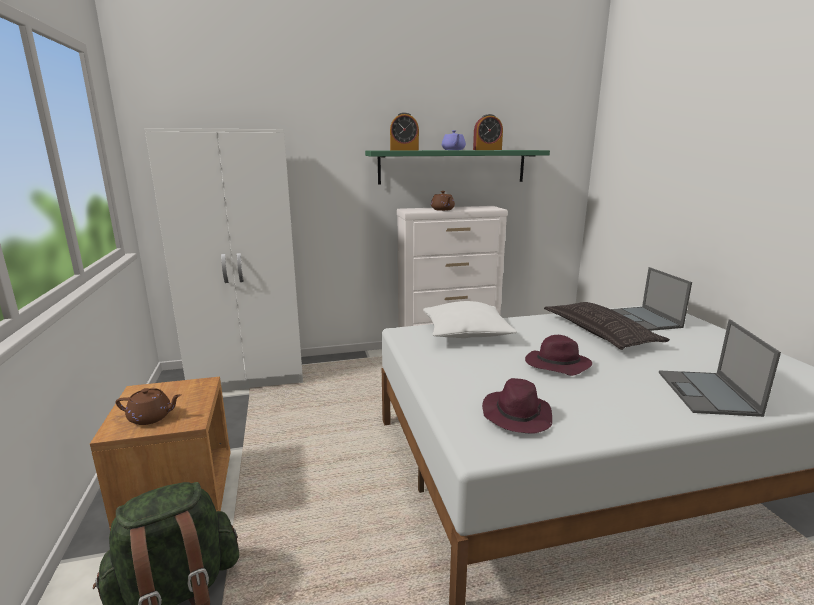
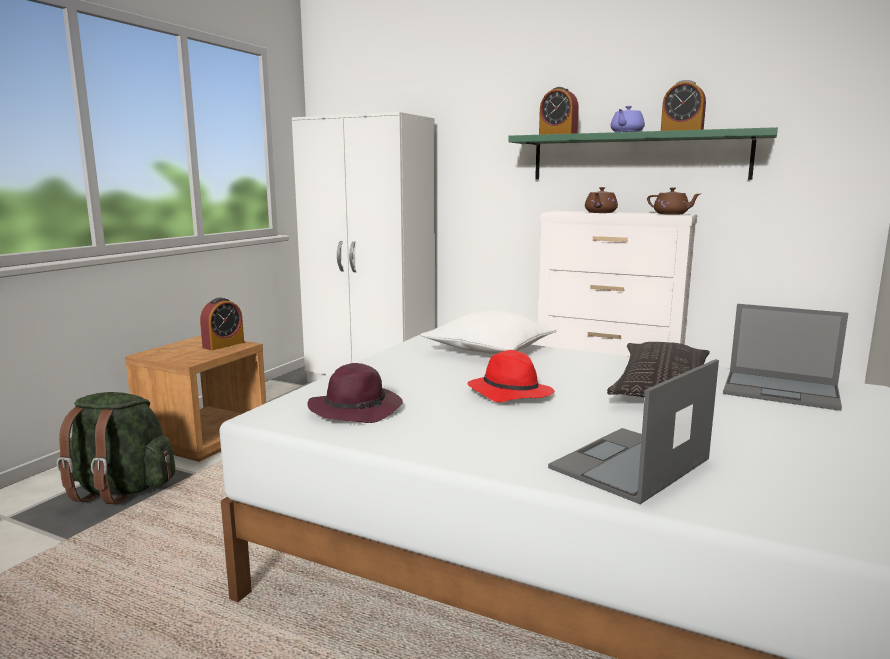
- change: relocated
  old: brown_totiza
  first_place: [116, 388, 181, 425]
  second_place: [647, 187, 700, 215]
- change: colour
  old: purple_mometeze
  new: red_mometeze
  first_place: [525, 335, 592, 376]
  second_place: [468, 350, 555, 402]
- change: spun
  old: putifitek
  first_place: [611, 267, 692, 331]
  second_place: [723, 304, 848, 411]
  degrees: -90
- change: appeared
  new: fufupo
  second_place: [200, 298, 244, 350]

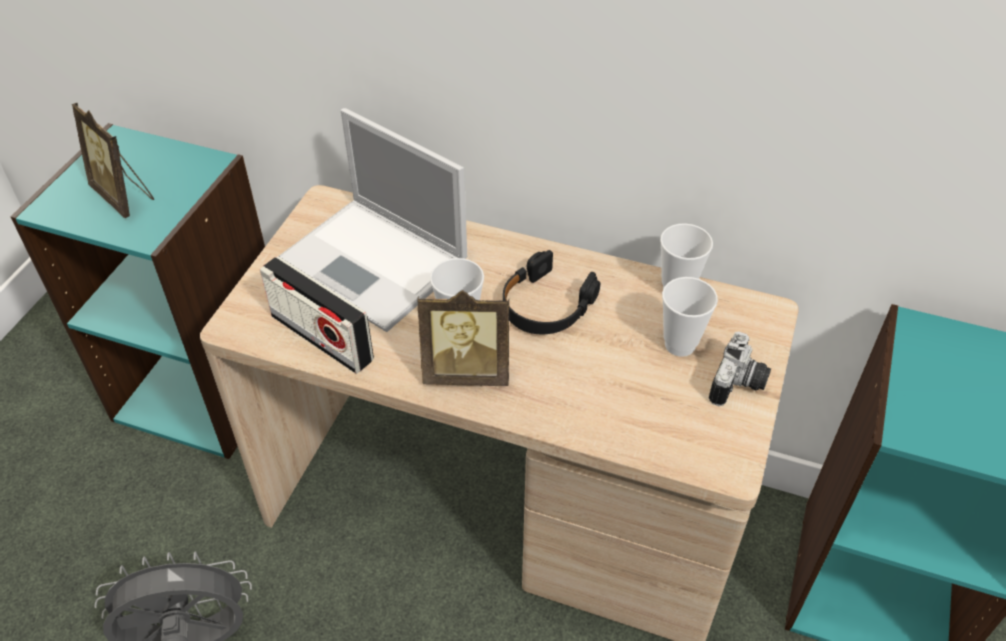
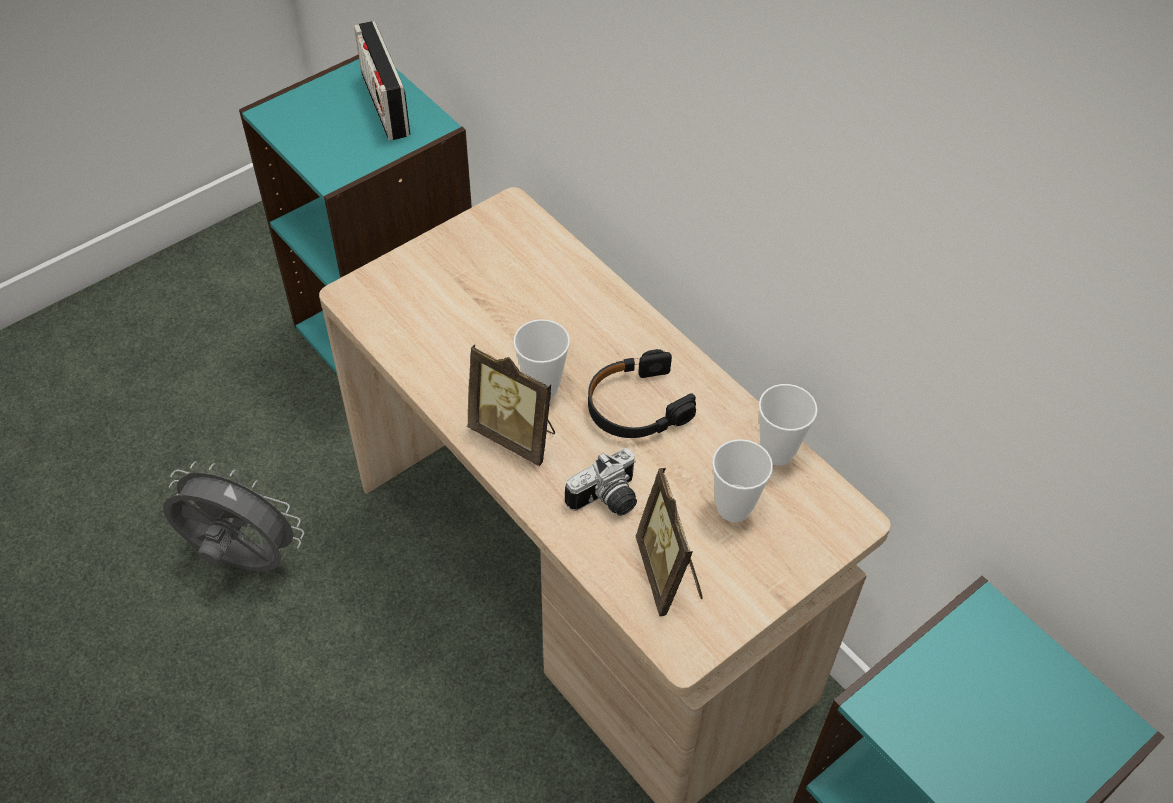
- change: relocated
  old: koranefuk
  first_place: [72, 103, 154, 218]
  second_place: [636, 468, 703, 616]
- change: relocated
  old: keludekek
  first_place: [260, 256, 374, 374]
  second_place: [354, 21, 410, 140]
- change: missing
  old: putifitek
  first_place: [279, 108, 467, 332]
- change: relocated
  old: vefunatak
  first_place: [709, 331, 771, 406]
  second_place: [565, 448, 637, 516]

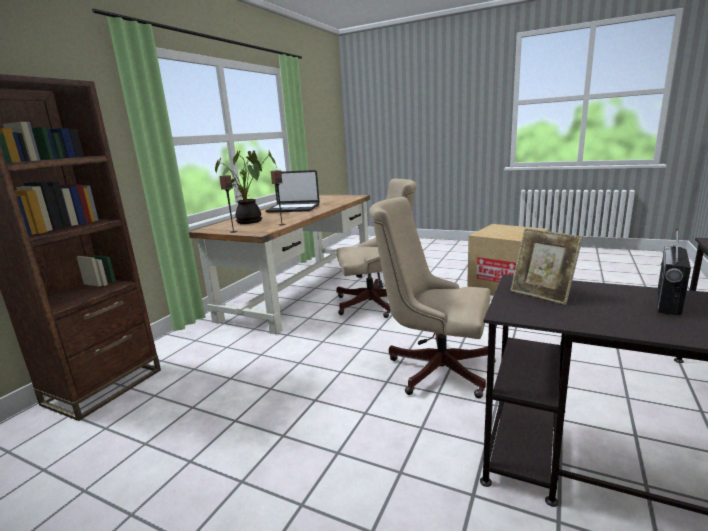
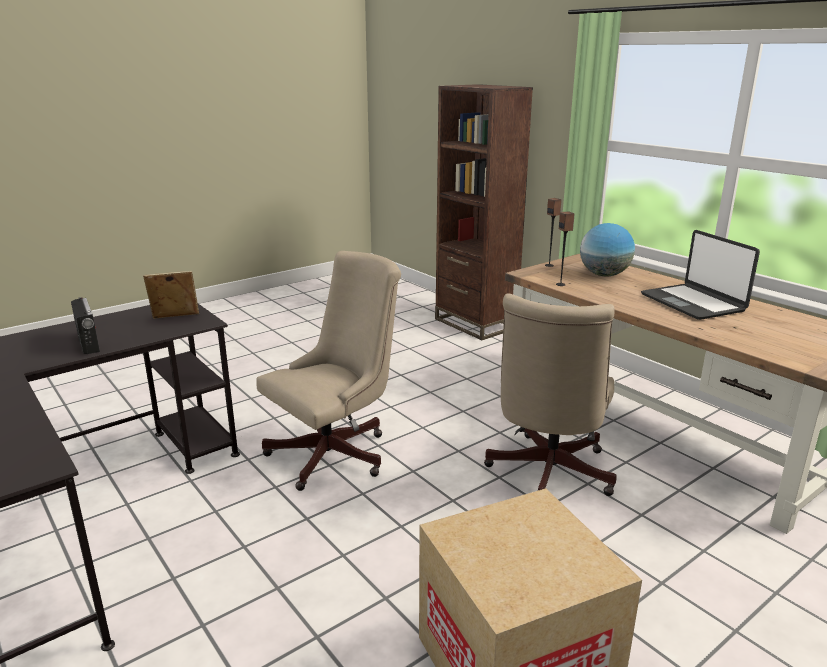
- change: exchanged
  old: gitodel
  new: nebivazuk
  first_place: [215, 150, 277, 224]
  second_place: [580, 223, 635, 277]
- change: spun
  old: putifitek
  first_place: [265, 170, 320, 213]
  second_place: [641, 230, 760, 320]
  degrees: -60

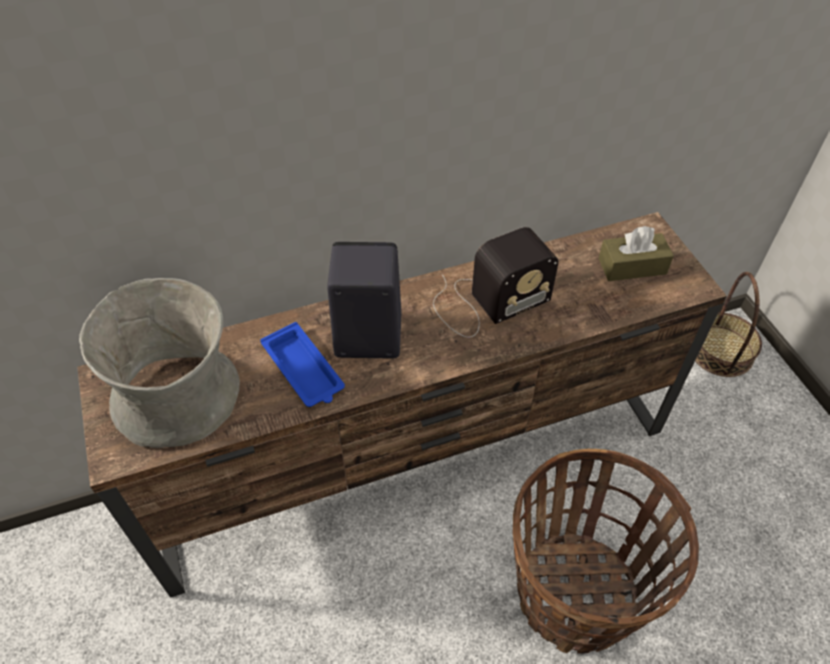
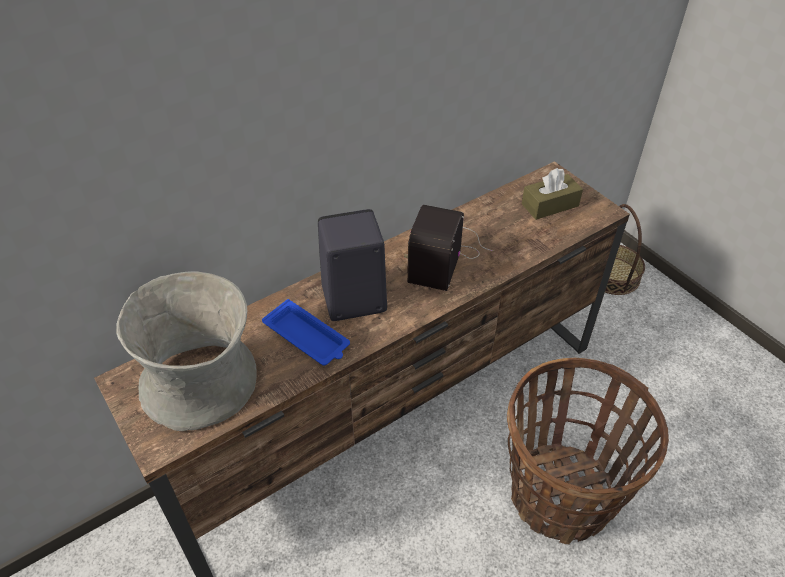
- change: spun
  old: keludekek
  first_place: [433, 227, 559, 338]
  second_place: [404, 205, 493, 291]
  degrees: 150

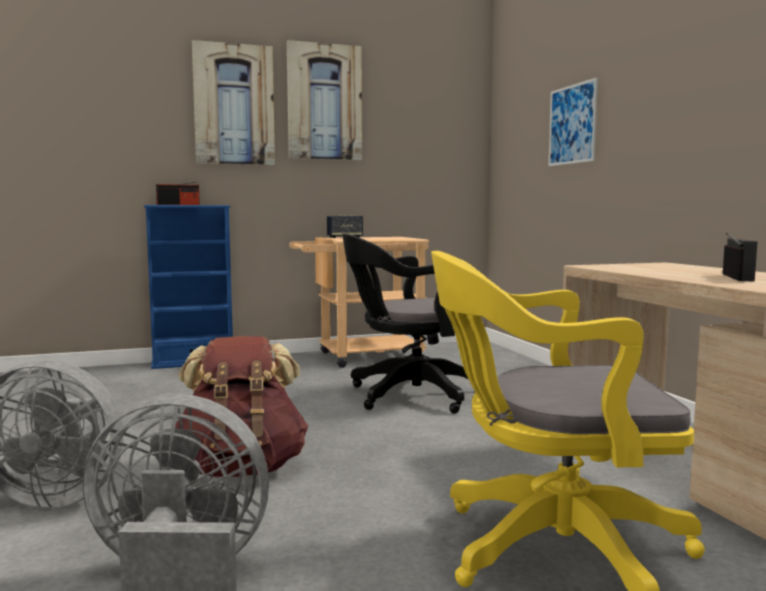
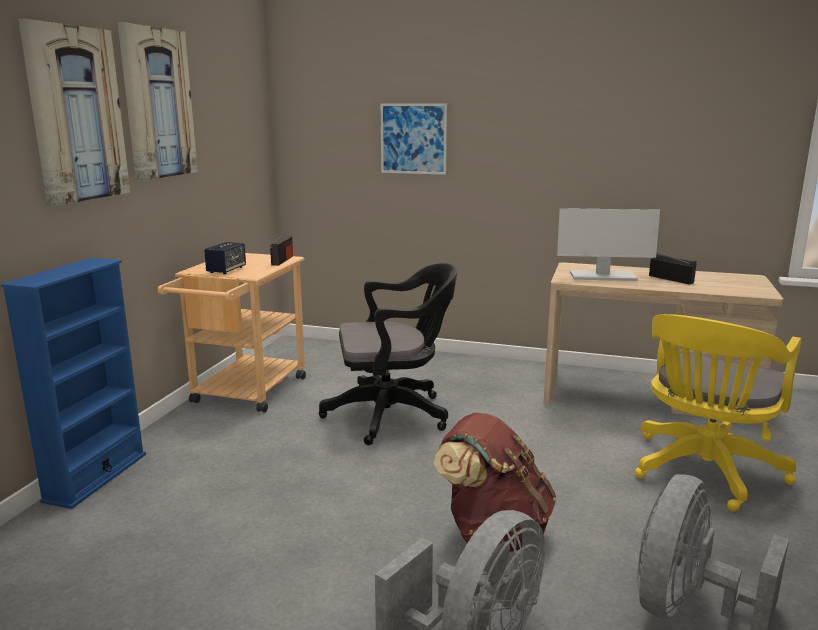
- change: relocated
  old: keludekek
  first_place: [156, 182, 200, 205]
  second_place: [270, 233, 293, 266]
- change: spun
  old: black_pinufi
  first_place: [342, 233, 469, 414]
  second_place: [319, 263, 458, 445]
  degrees: -120
- change: appeared
  new: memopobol
  second_place: [557, 208, 660, 281]

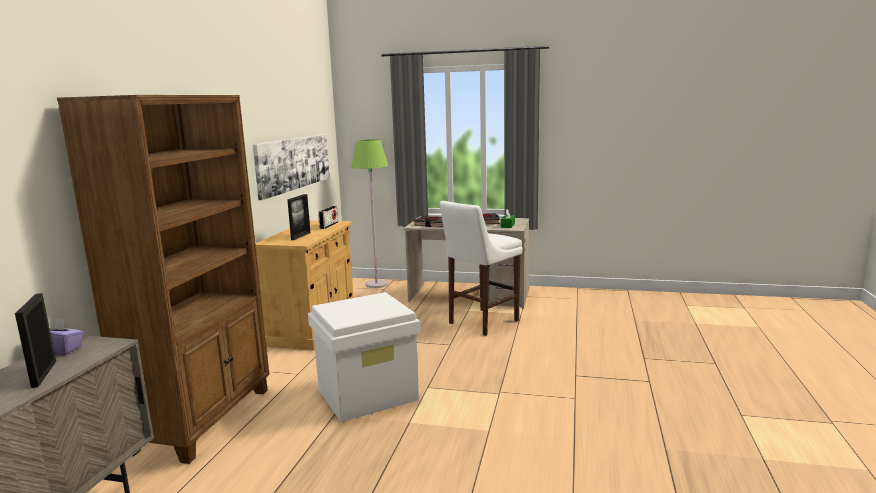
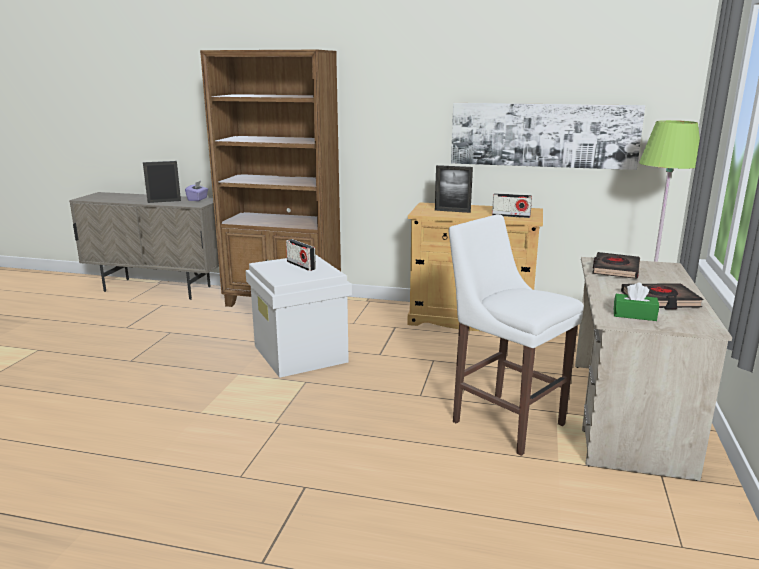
- change: appeared
  new: keludekek
  second_place: [286, 239, 316, 271]

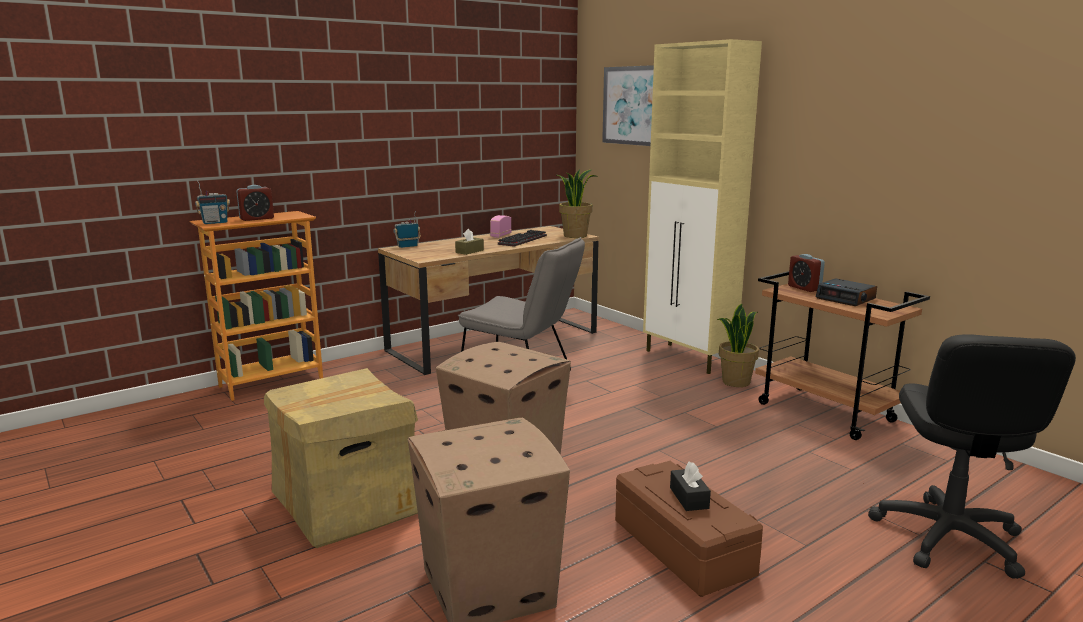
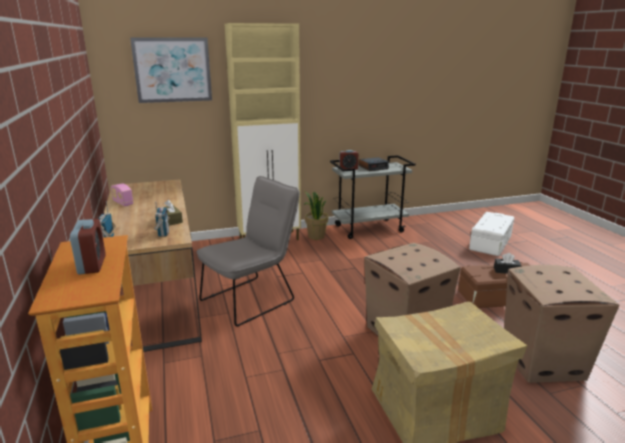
- change: relocated
  old: keludekek
  first_place: [195, 180, 230, 224]
  second_place: [154, 201, 170, 237]
- change: missing
  old: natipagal
  first_place: [498, 230, 547, 247]
- change: missing
  old: gitodel
  first_place: [557, 169, 598, 238]
- change: colour
  old: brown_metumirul
  new: grey_metumirul
  first_place: [755, 271, 930, 440]
  second_place: [330, 155, 416, 239]
- change: exchanged
  old: black_pinufi
  new: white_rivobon
  first_place: [868, 334, 1076, 579]
  second_place: [469, 212, 514, 256]

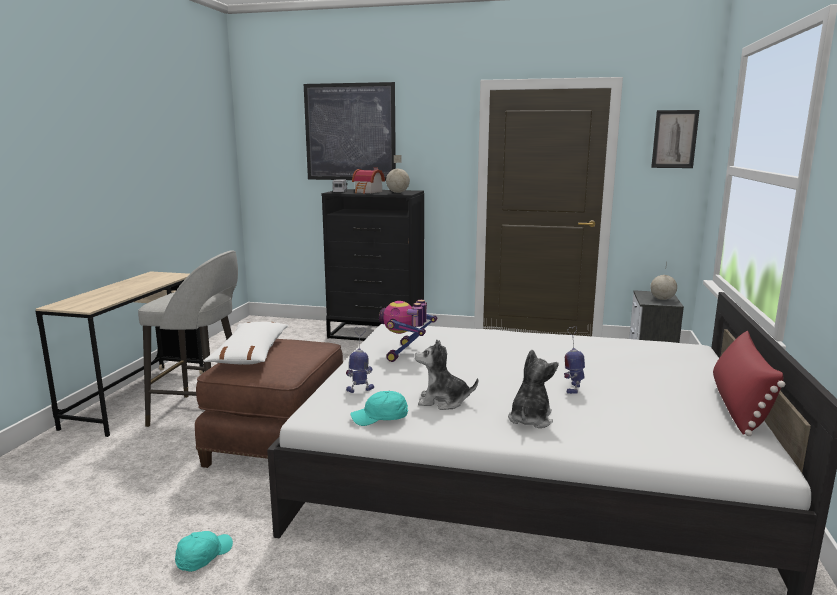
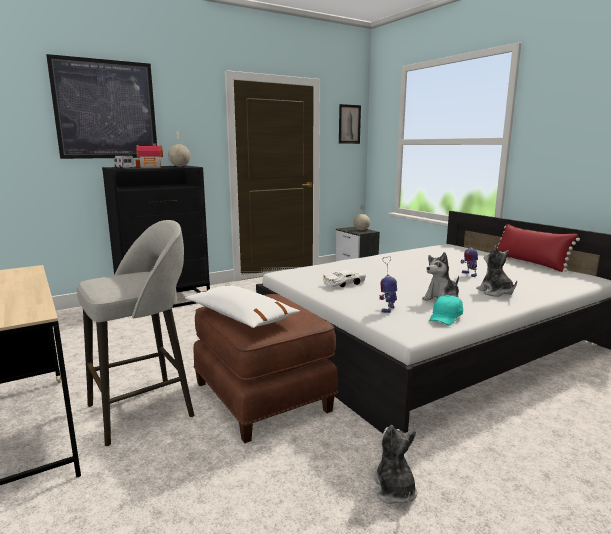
- change: exchanged
  old: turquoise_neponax
  new: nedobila
  first_place: [175, 531, 233, 572]
  second_place: [372, 425, 417, 504]
- change: exchanged
  old: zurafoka
  new: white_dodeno
  first_place: [379, 300, 437, 362]
  second_place: [323, 270, 366, 287]

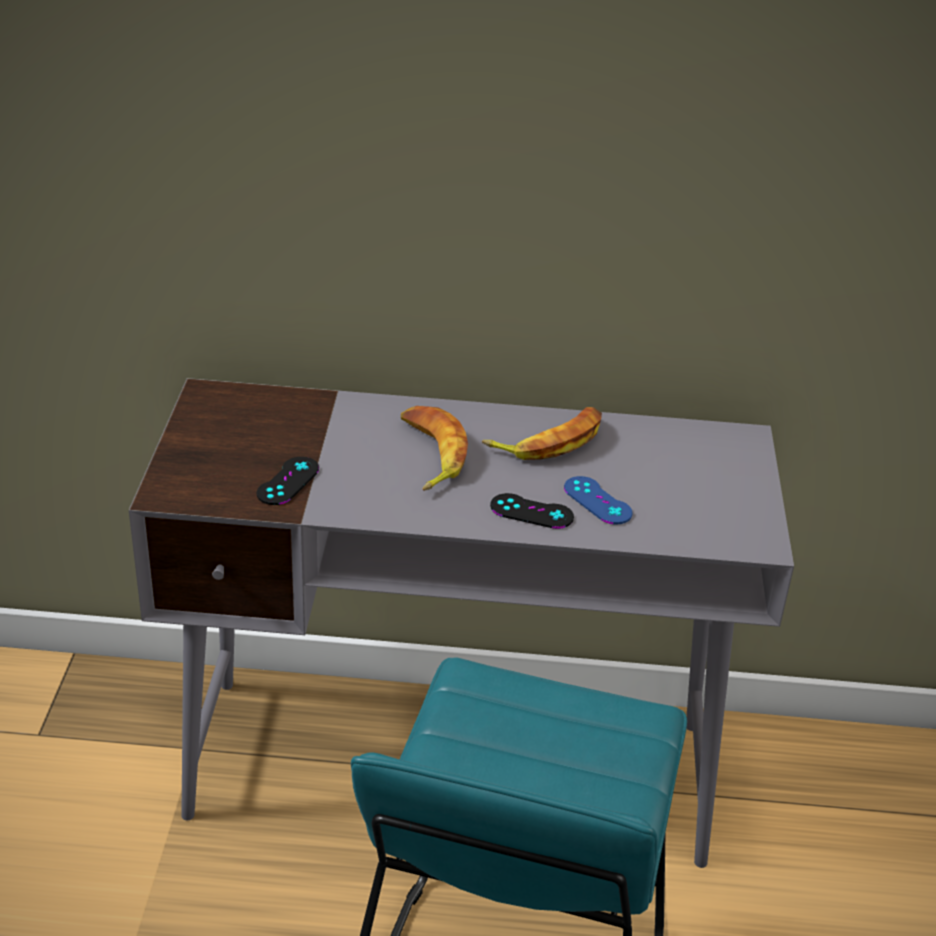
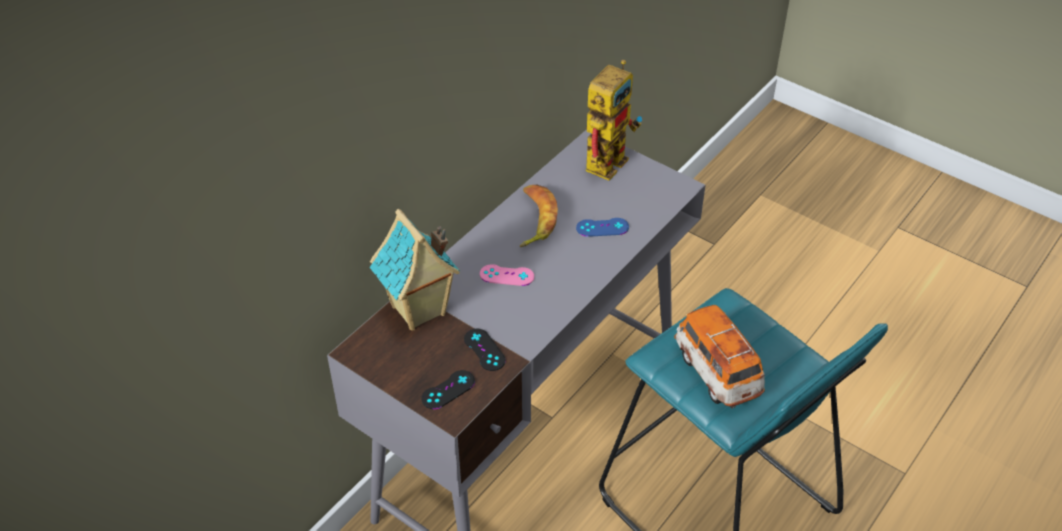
- change: exchanged
  old: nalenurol
  new: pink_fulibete
  first_place: [401, 406, 468, 491]
  second_place: [480, 264, 534, 286]
- change: relocated
  old: black_fulibete
  first_place: [490, 493, 574, 529]
  second_place: [421, 370, 475, 409]
- change: appeared
  new: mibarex
  second_place: [370, 209, 460, 331]
- change: appeared
  new: zurafoka
  second_place: [586, 60, 642, 181]
- change: appeared
  new: dodeno
  second_place: [674, 305, 765, 409]

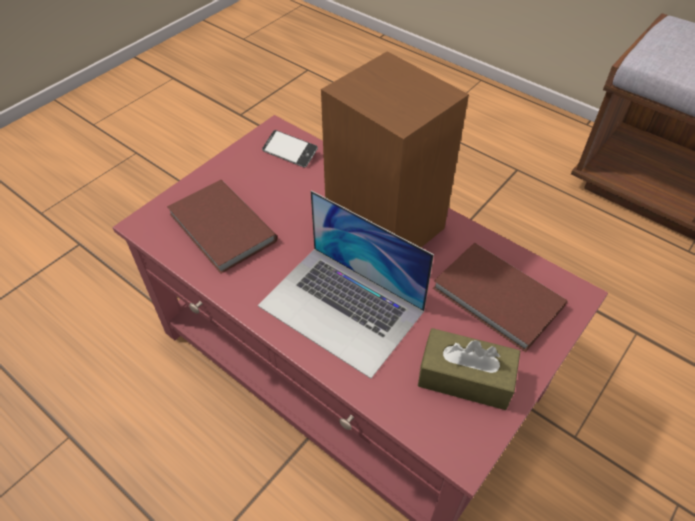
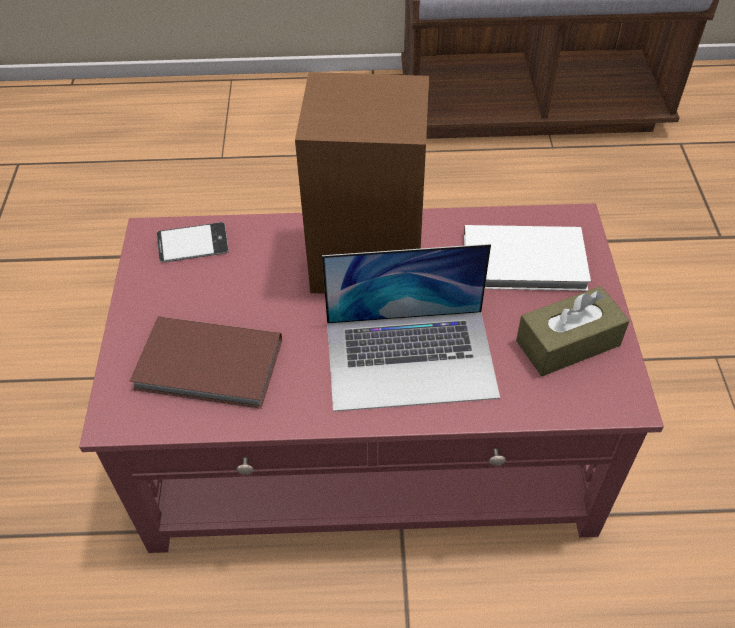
- change: colour
  old: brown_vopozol
  new: white_vopozol
  first_place: [433, 243, 567, 352]
  second_place: [464, 225, 591, 291]

